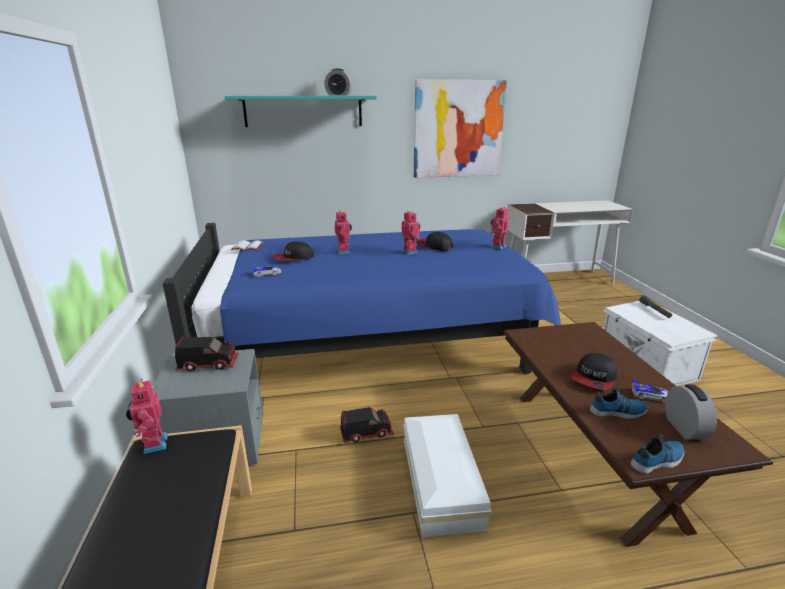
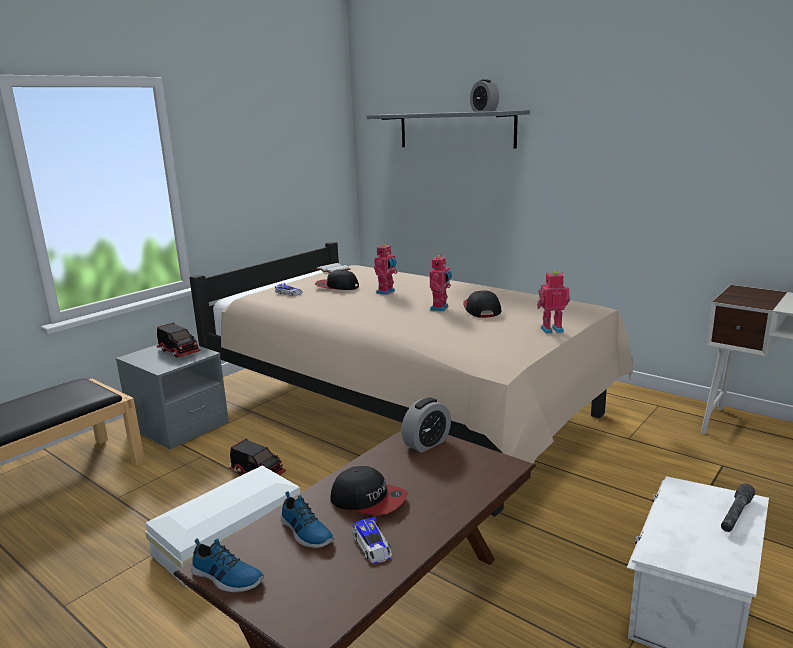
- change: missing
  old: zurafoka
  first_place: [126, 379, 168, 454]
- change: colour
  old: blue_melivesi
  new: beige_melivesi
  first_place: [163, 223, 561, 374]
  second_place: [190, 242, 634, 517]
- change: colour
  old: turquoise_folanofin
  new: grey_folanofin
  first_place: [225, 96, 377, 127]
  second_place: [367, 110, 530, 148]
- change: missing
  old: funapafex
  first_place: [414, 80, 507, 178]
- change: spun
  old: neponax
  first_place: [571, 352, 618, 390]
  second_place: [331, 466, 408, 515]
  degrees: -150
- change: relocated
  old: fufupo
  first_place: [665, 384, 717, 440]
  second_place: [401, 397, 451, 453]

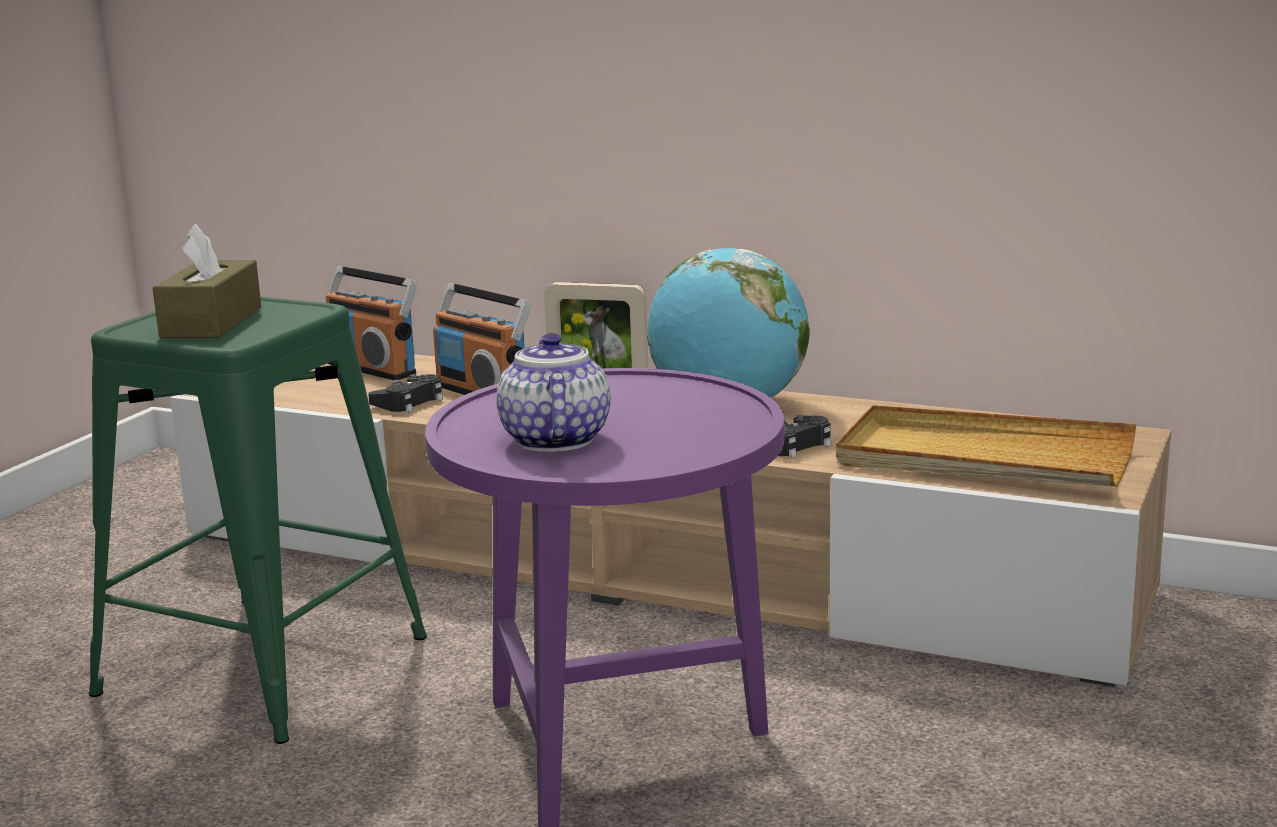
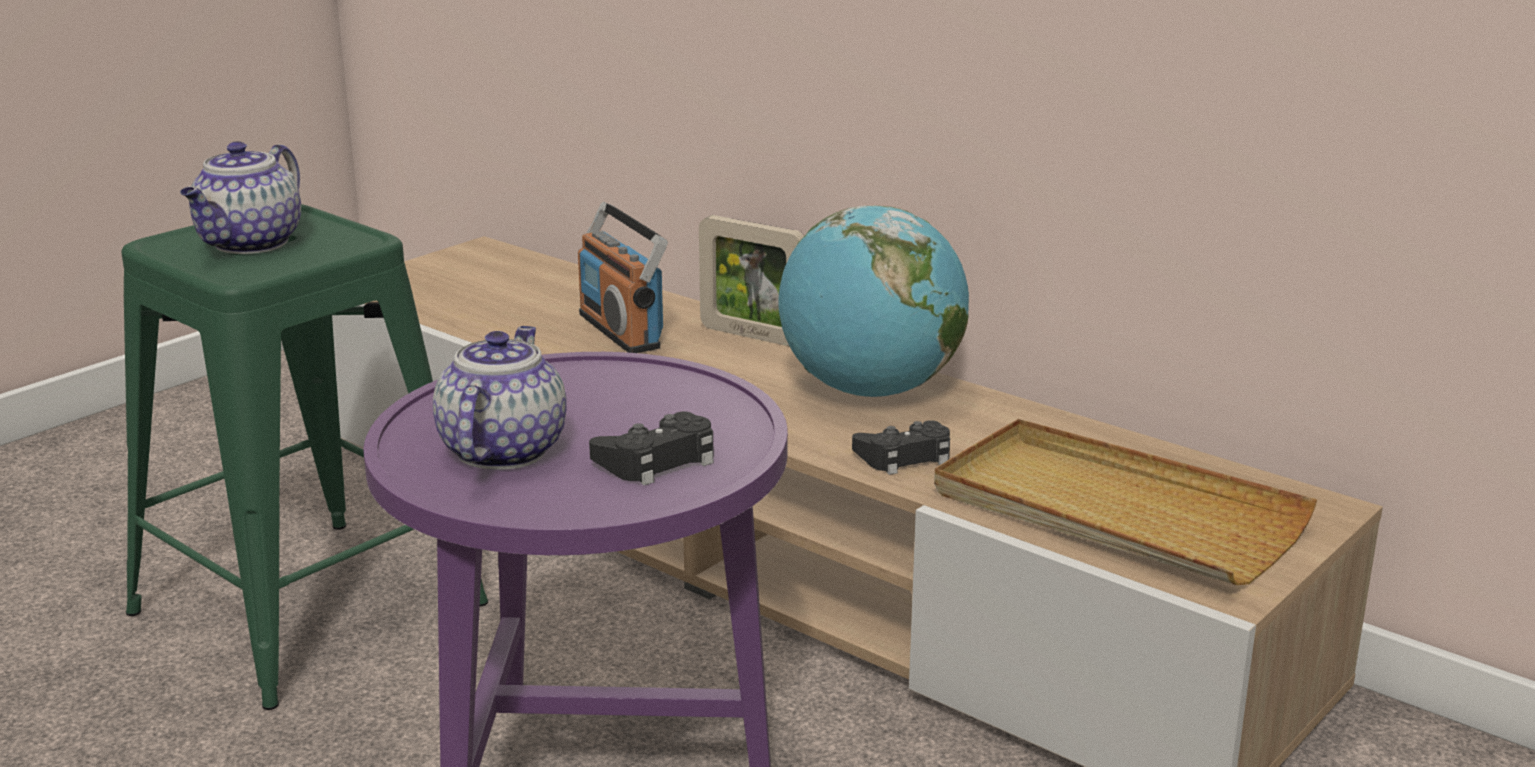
- change: exchanged
  old: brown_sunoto
  new: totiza
  first_place: [153, 224, 261, 338]
  second_place: [180, 141, 301, 254]
- change: missing
  old: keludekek
  first_place: [325, 266, 418, 381]
- change: relocated
  old: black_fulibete
  first_place: [368, 374, 443, 413]
  second_place: [589, 412, 714, 485]

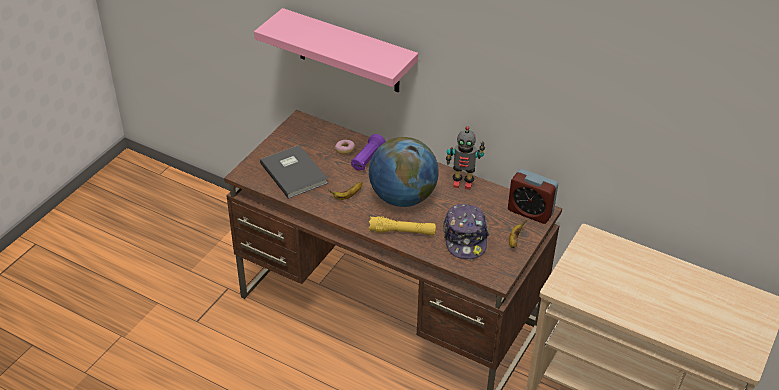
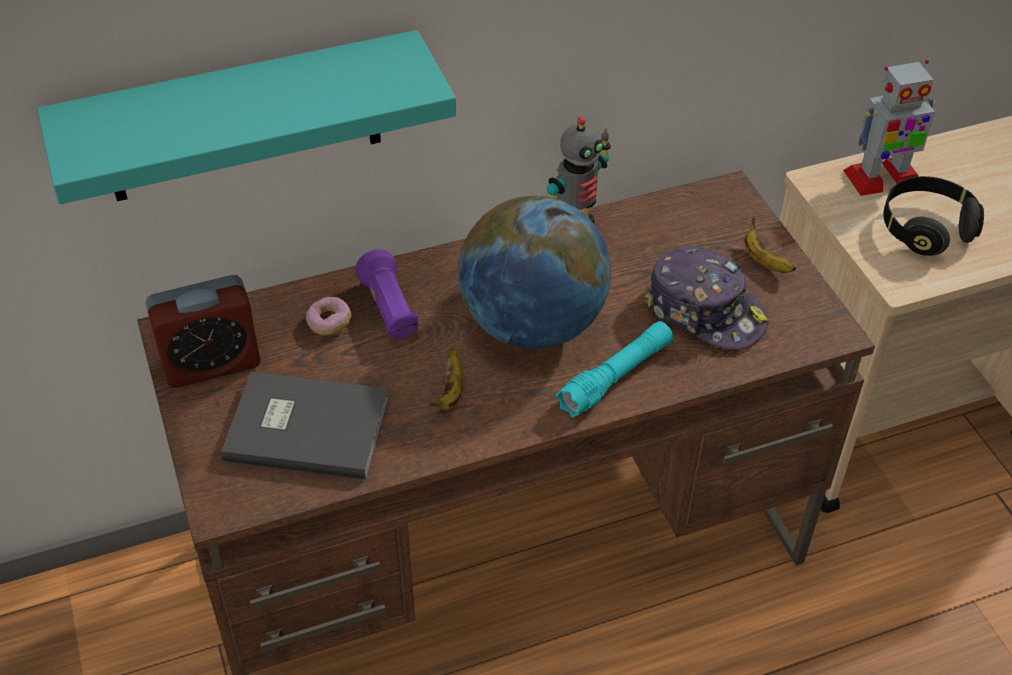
- change: colour
  old: pink_folanofin
  new: turquoise_folanofin
  first_place: [254, 8, 418, 92]
  second_place: [37, 30, 456, 204]
- change: colour
  old: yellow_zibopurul
  new: turquoise_zibopurul
  first_place: [369, 216, 436, 236]
  second_place: [556, 321, 673, 418]
- change: relocated
  old: fufupo
  first_place: [508, 169, 558, 224]
  second_place: [145, 275, 261, 388]
- change: appeared
  new: zurafoka
  second_place: [843, 60, 935, 196]
- change: appeared
  new: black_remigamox
  second_place: [883, 176, 984, 256]

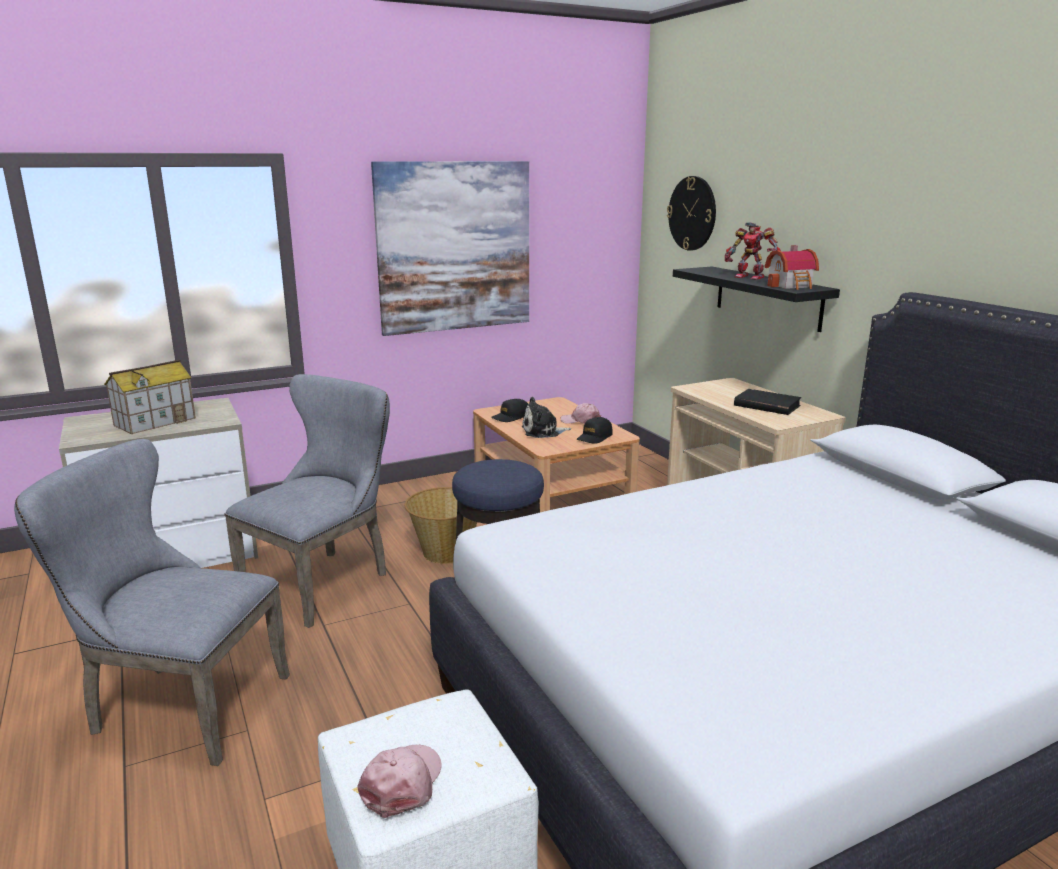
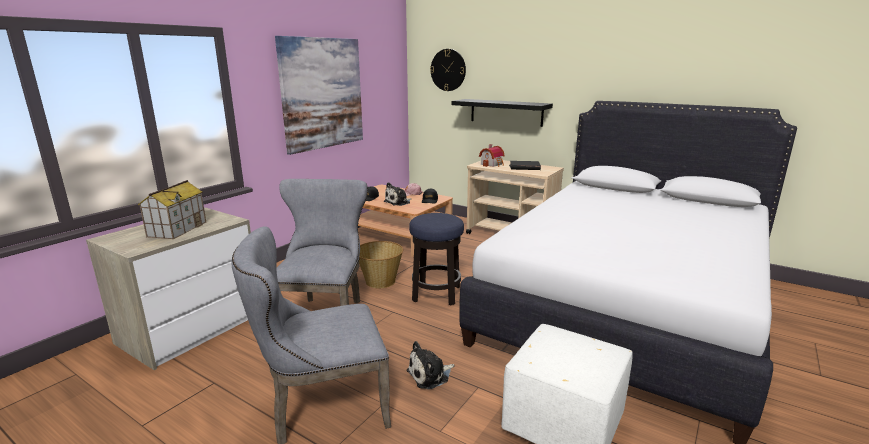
- change: missing
  old: pink_neponax
  first_place: [358, 744, 442, 818]
- change: missing
  old: zurafoka
  first_place: [725, 222, 781, 280]
- change: relocated
  old: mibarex
  first_place: [764, 245, 819, 290]
  second_place: [479, 144, 505, 167]
- change: appeared
  new: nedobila
  second_place: [406, 341, 454, 389]

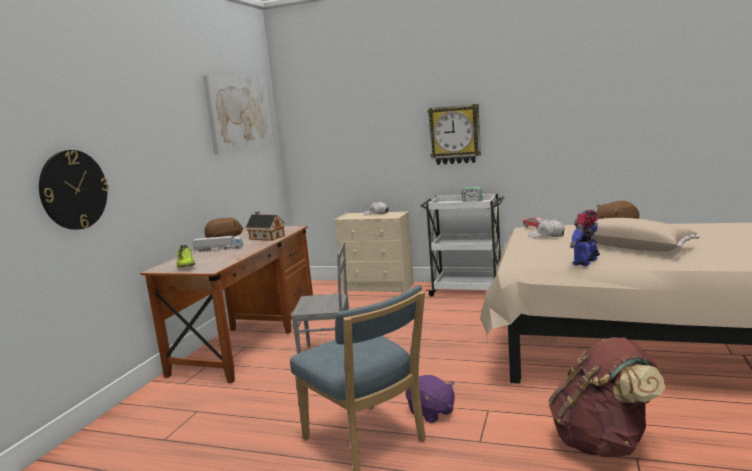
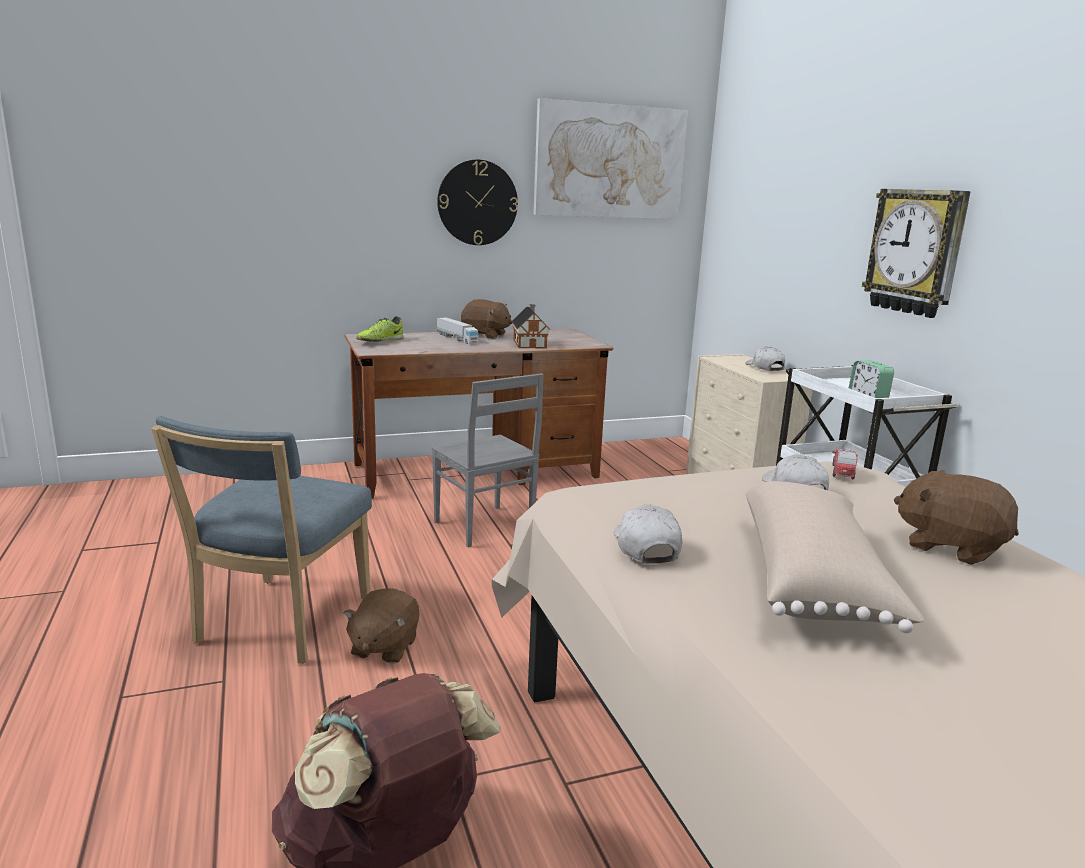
- change: relocated
  old: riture
  first_place: [39, 150, 109, 230]
  second_place: [437, 160, 518, 245]
- change: colour
  old: purple_nedobila
  new: brown_nedobila
  first_place: [406, 375, 455, 423]
  second_place: [343, 588, 420, 664]
- change: exchanged
  old: zurafoka
  new: white_neponax
  first_place: [570, 210, 600, 266]
  second_place: [614, 504, 682, 564]

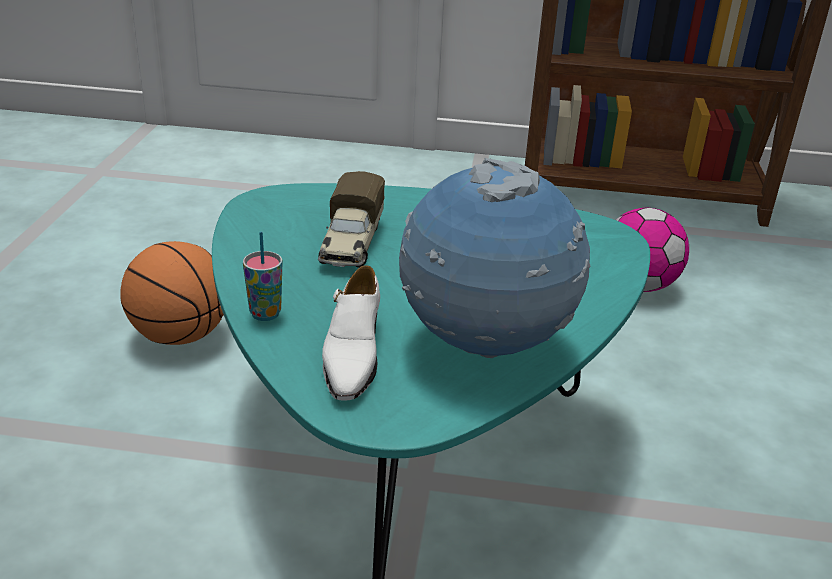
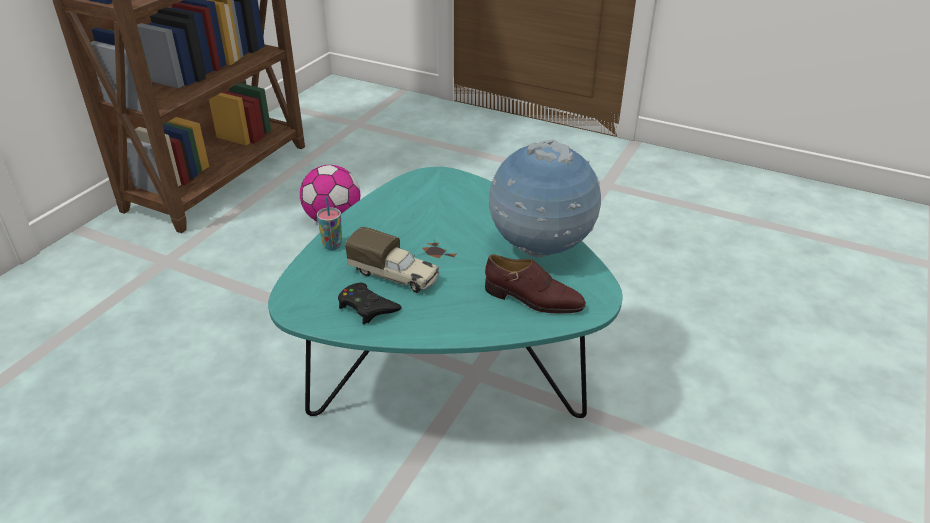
- change: missing
  old: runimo
  first_place: [120, 241, 224, 345]
- change: relocated
  old: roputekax
  first_place: [243, 232, 282, 321]
  second_place: [317, 197, 342, 250]
- change: colour
  old: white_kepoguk
  new: brown_kepoguk
  first_place: [322, 265, 380, 401]
  second_place: [485, 255, 586, 313]
- change: appeared
  new: black_fulibete
  second_place: [338, 283, 402, 324]

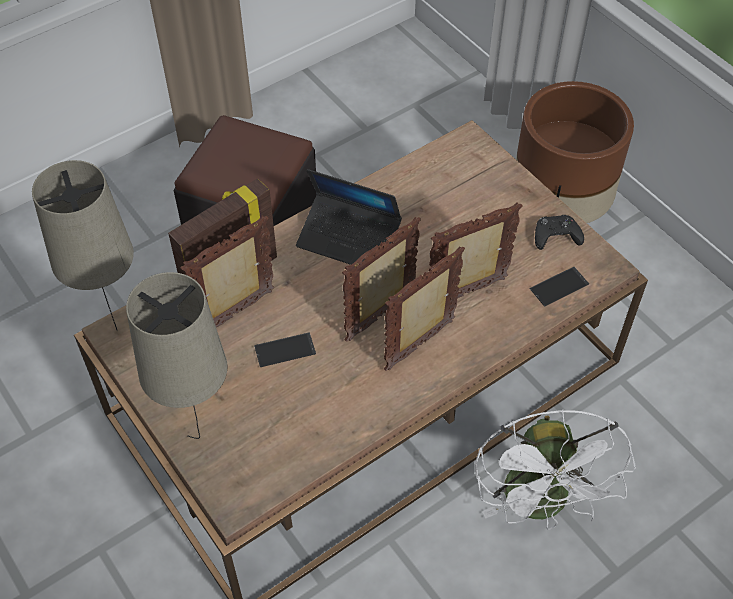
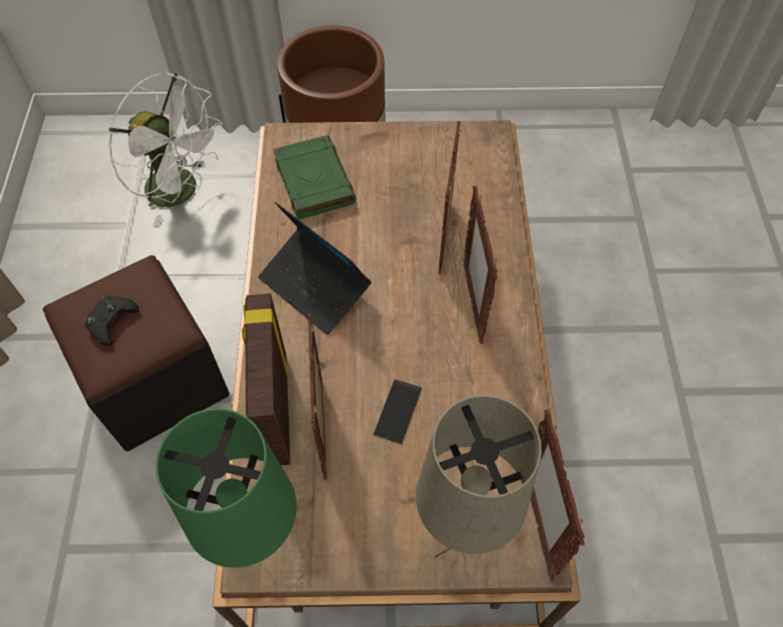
- change: colour
  old: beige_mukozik
  new: green_mukozik
  first_place: [32, 160, 134, 331]
  second_place: [156, 408, 297, 568]
- change: spun
  old: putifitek
  first_place: [296, 169, 402, 265]
  second_place: [258, 202, 371, 335]
  degrees: 75
- change: relocated
  old: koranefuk
  first_place: [342, 217, 421, 342]
  second_place: [530, 410, 585, 581]
- change: relocated
  old: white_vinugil
  first_place: [475, 409, 636, 530]
  second_place: [109, 72, 223, 226]
- change: missing
  old: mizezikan
  first_place: [530, 267, 589, 307]
- change: relocated
  old: black_fulibete
  first_place: [535, 215, 584, 250]
  second_place: [84, 296, 139, 346]
- change: appeared
  new: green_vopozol
  second_place: [273, 135, 356, 219]

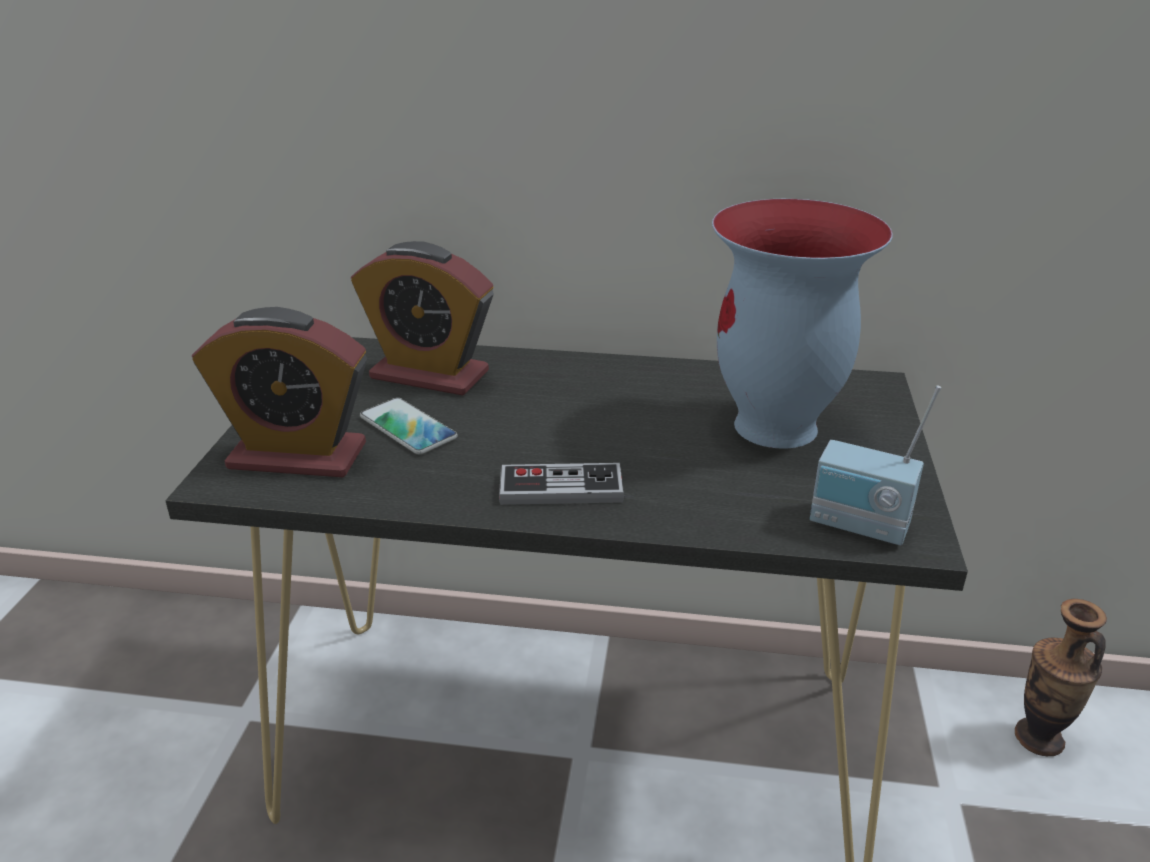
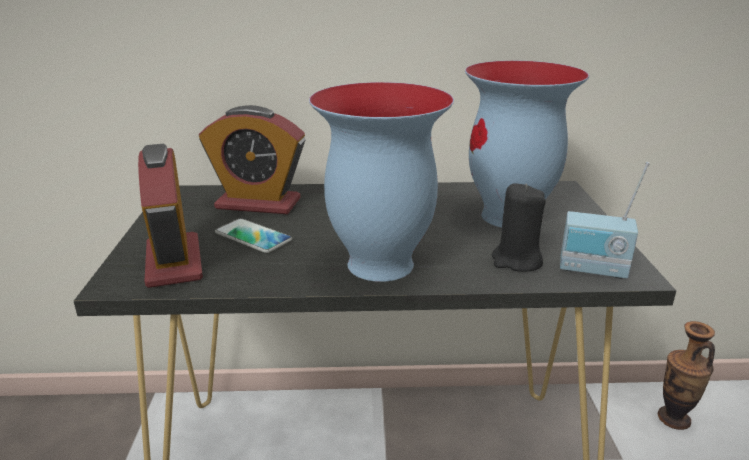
- change: spun
  old: fufupo
  first_place: [192, 307, 367, 477]
  second_place: [138, 144, 203, 288]
  degrees: 75
- change: exchanged
  old: fulibete
  new: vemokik
  first_place: [499, 463, 624, 505]
  second_place: [309, 82, 454, 282]
- change: appeared
  new: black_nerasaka
  second_place: [492, 183, 546, 272]

